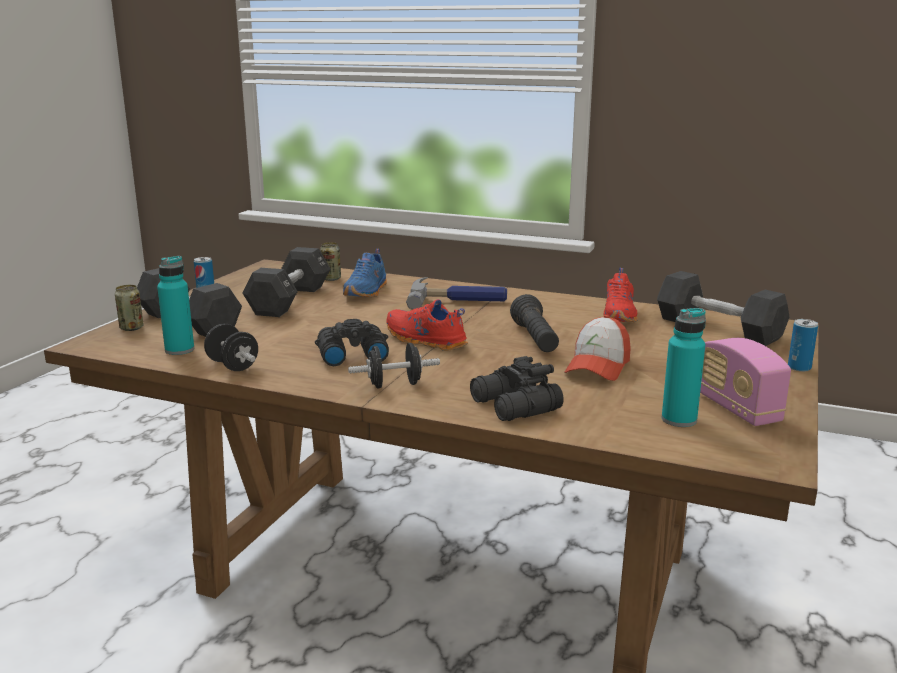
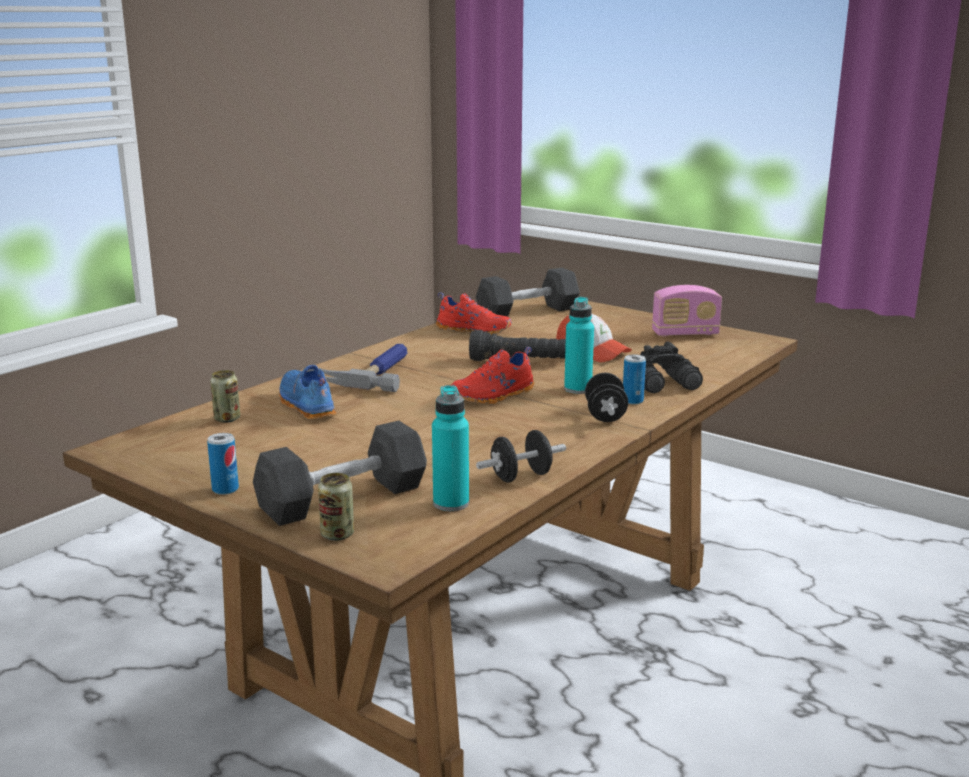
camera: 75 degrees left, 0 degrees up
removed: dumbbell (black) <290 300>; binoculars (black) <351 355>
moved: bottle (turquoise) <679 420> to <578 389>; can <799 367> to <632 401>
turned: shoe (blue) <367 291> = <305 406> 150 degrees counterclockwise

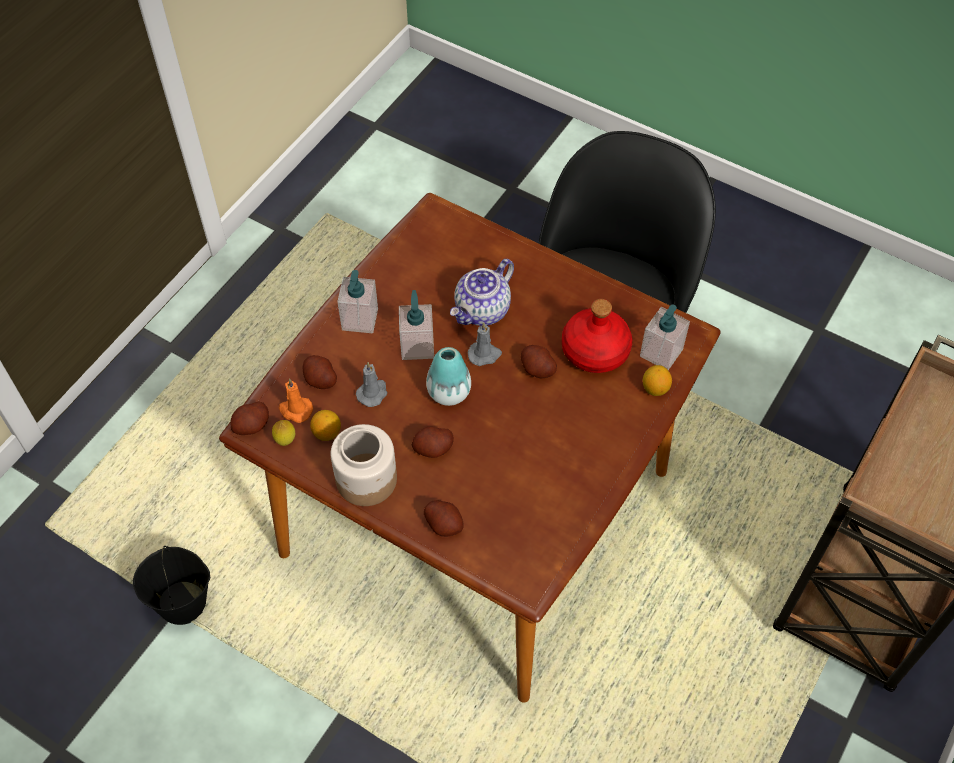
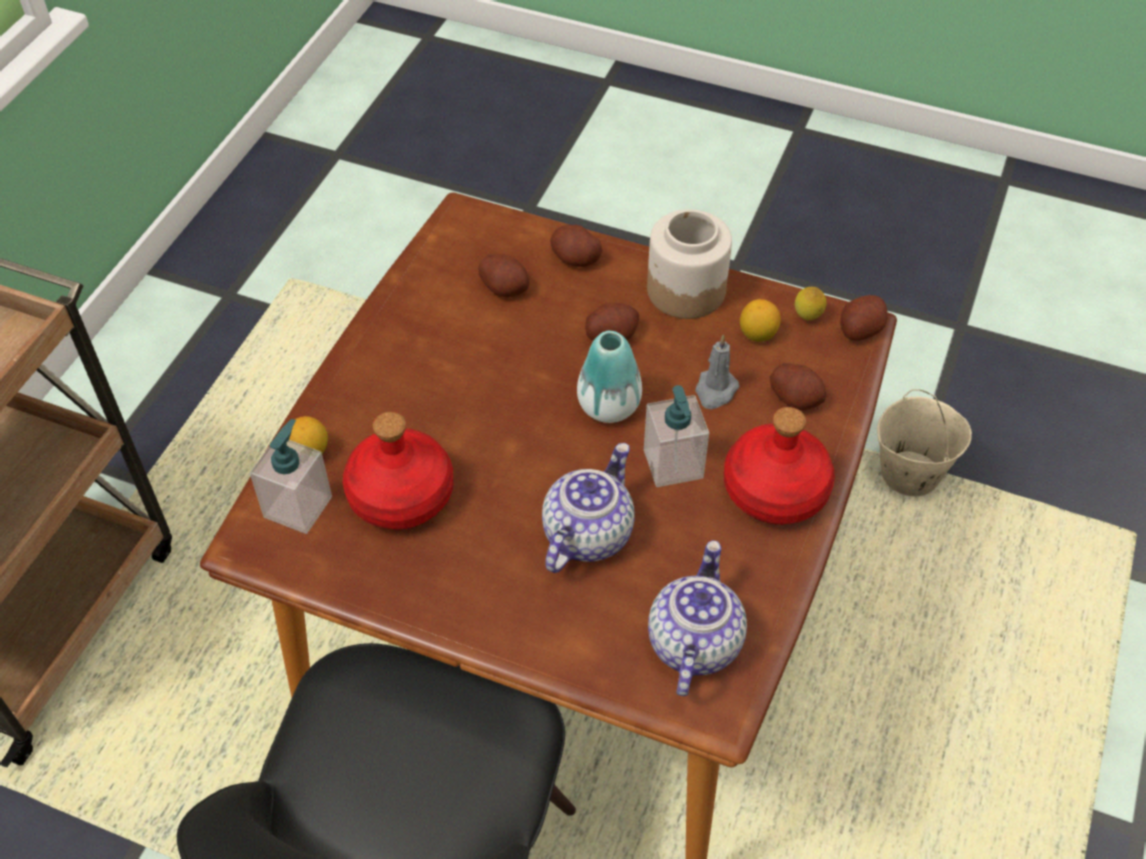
camera: 170 degrees right, 5 degrees down
removed: candle (orange) <295 410>; candle (grey) <484 354>
added: teapot <693 642>
moved: potato <537 369> to <505 287>
replaced: soap dispenser <360 319> to bottle (red) <774 491>
recoloured: bucket (black) <183 602> to bucket (beige) <908 475>

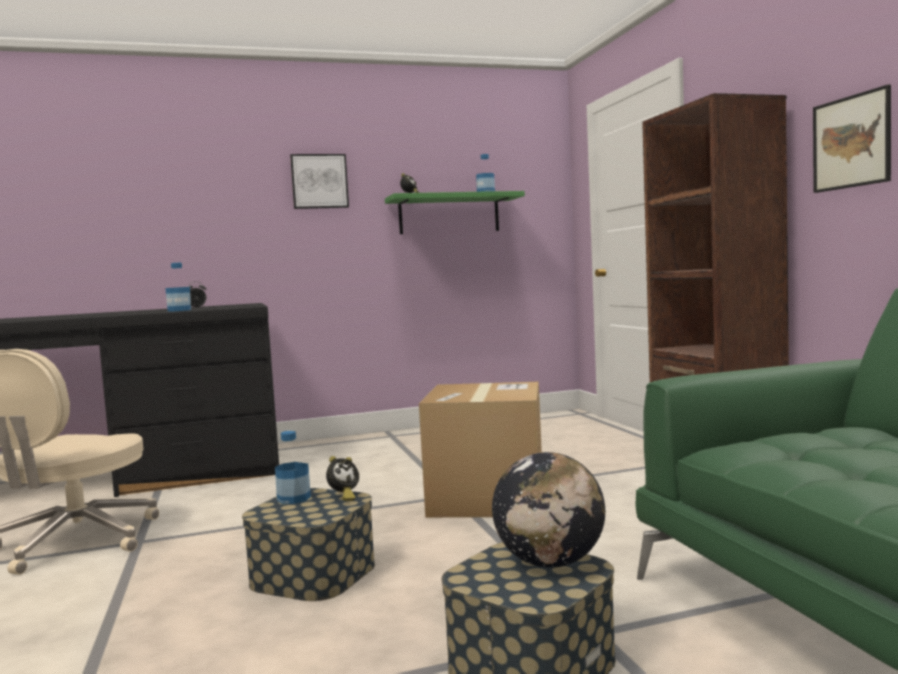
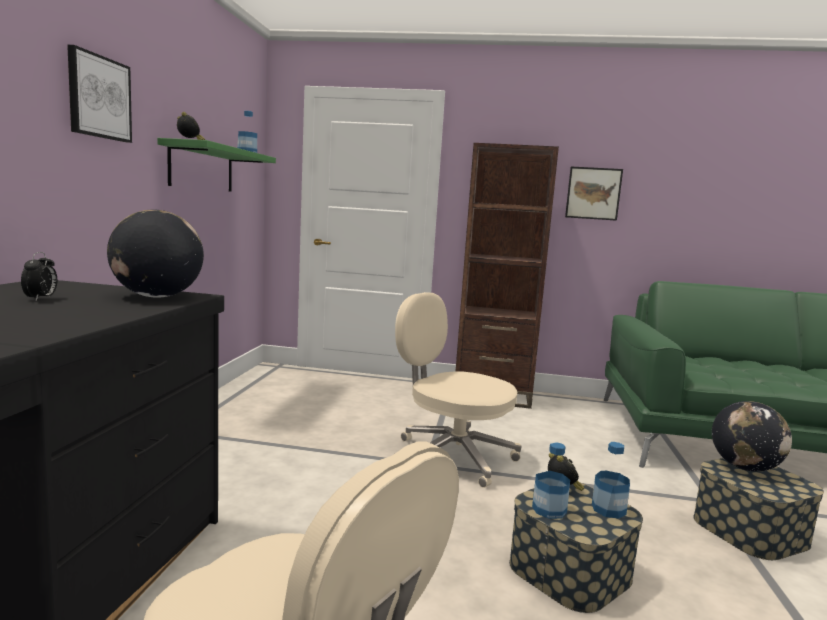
camera: 65 degrees left, 5 degrees up
added: globe <157 296>
moved: bottle <179 310> to <608 509>
replaced: cardboard box <487 498> to office chair (beige) <452 456>

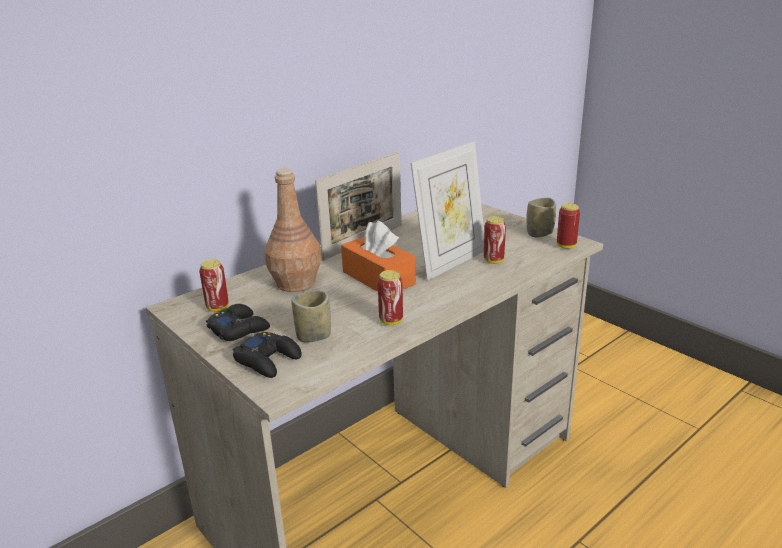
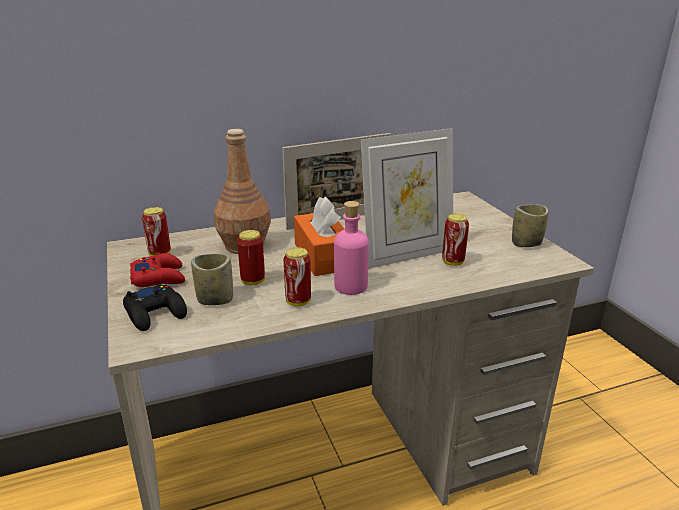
camera: 20 degrees right, 0 degrees up
added: bottle (pink) <351 286>
moved: can <566 246> to <253 281>
recoloured: game controller (black) <239 329> to game controller (red) <159 277>

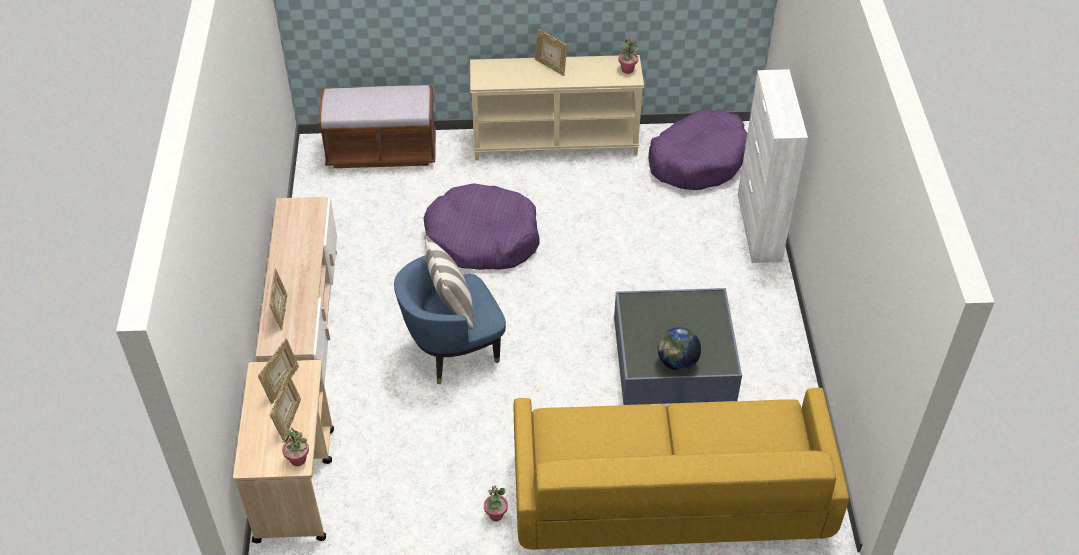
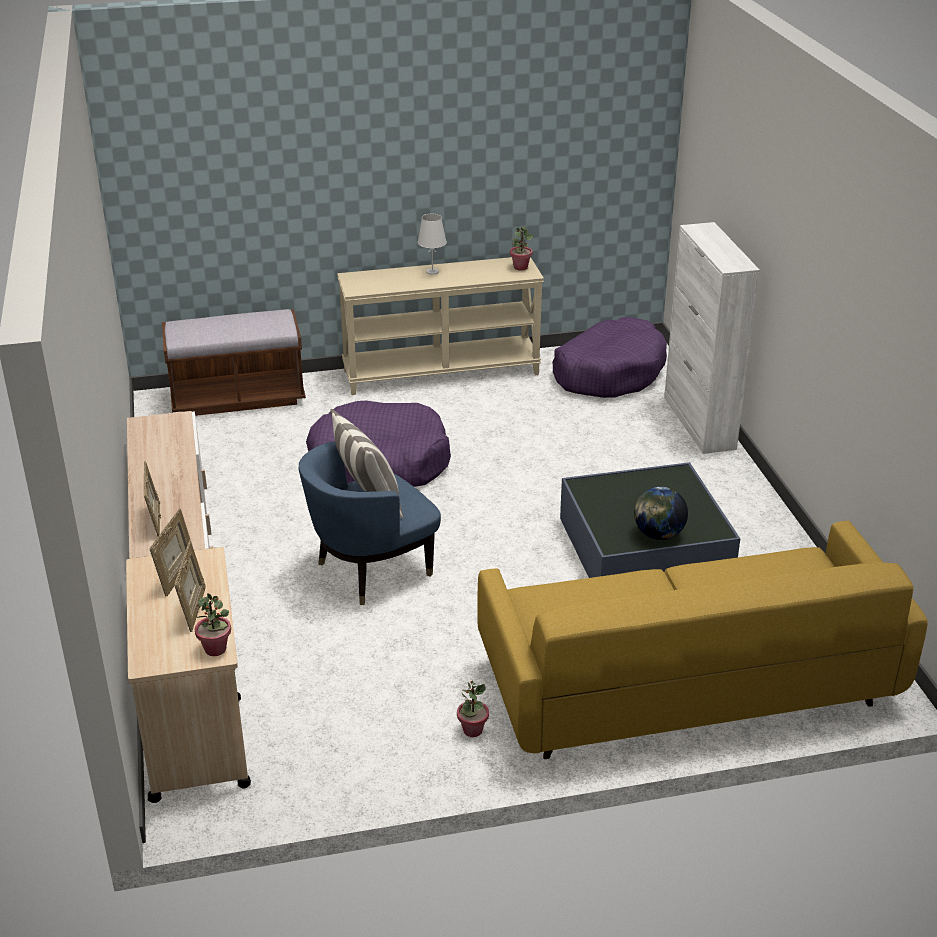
camera: 10 degrees left, 15 degrees down
replaced: picture frame <550 66> to table lamp (white) <432 271>

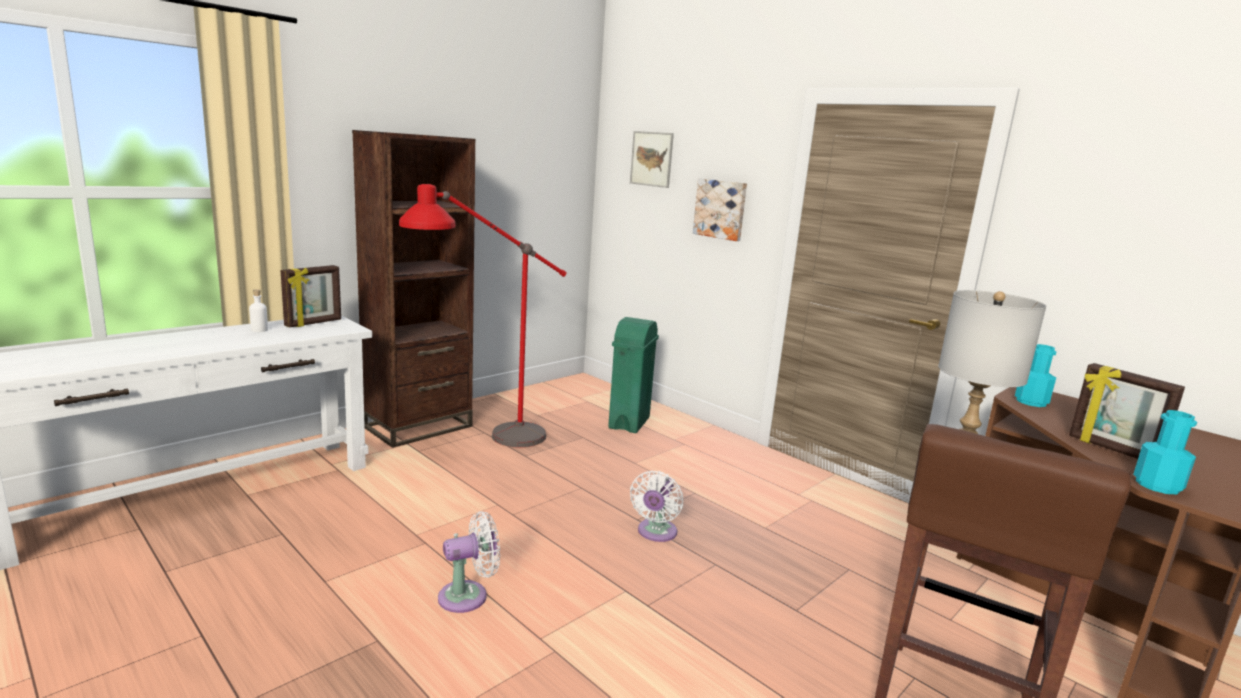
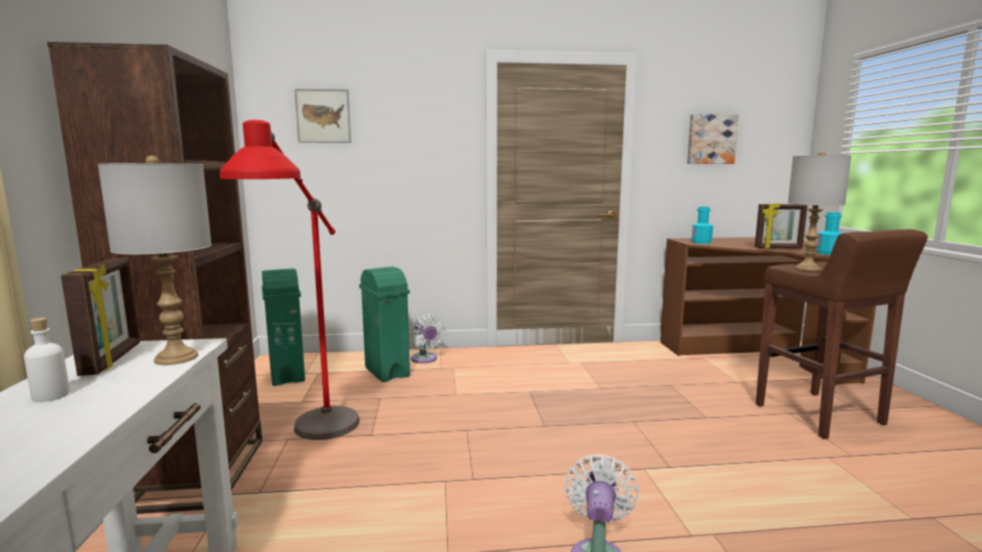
camera: 50 degrees left, 5 degrees down
added: table lamp (grey) <176 358>; trash can (green) <287 375>
moved: fan (white) <655 533> to <425 359>; picture <721 209> to <711 139>

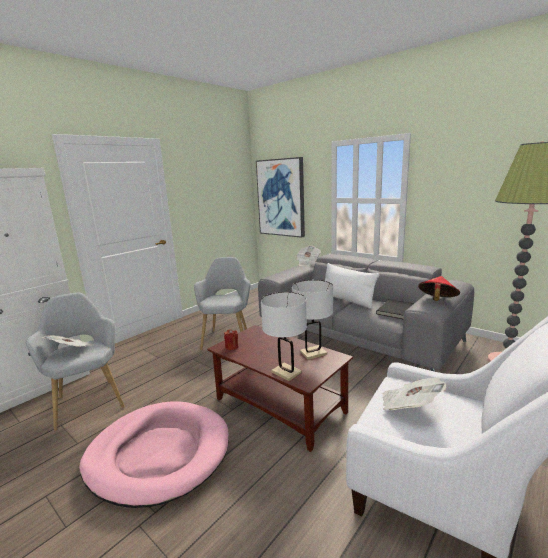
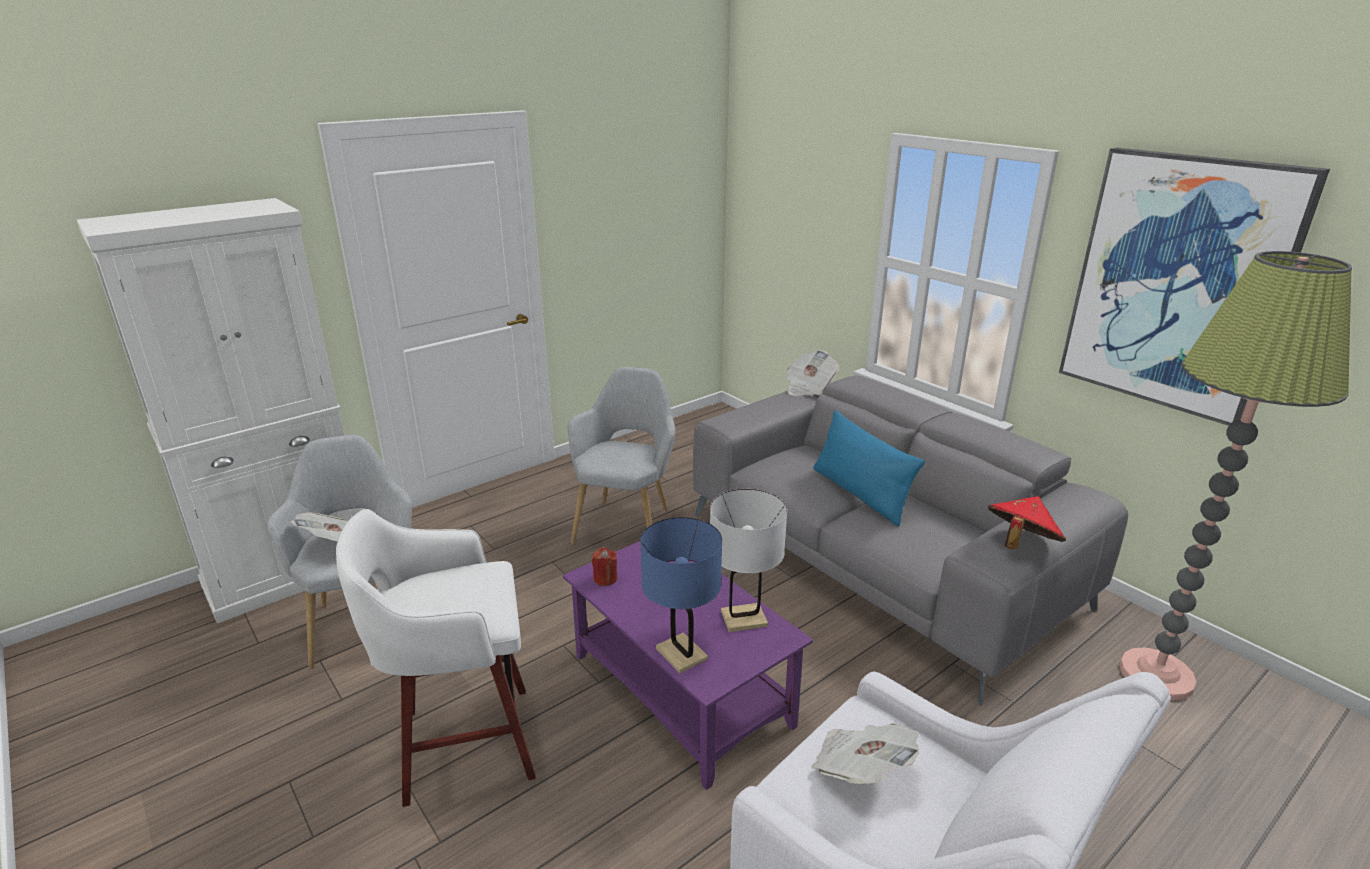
camera: 10 degrees right, 10 degrees up
removed: book (black) <396 310>
moved: picture <281 198> to <1178 284>
replaced: dog bed (pink) <159 454> to stool (white) <462 744>
recoloured: coffee table (brown) <281 406> to coffee table (purple) <683 691>; table lamp (white) <286 372> to table lamp (blue) <681 654>; pillow (white) <347 300> to pillow (blue) <860 494>

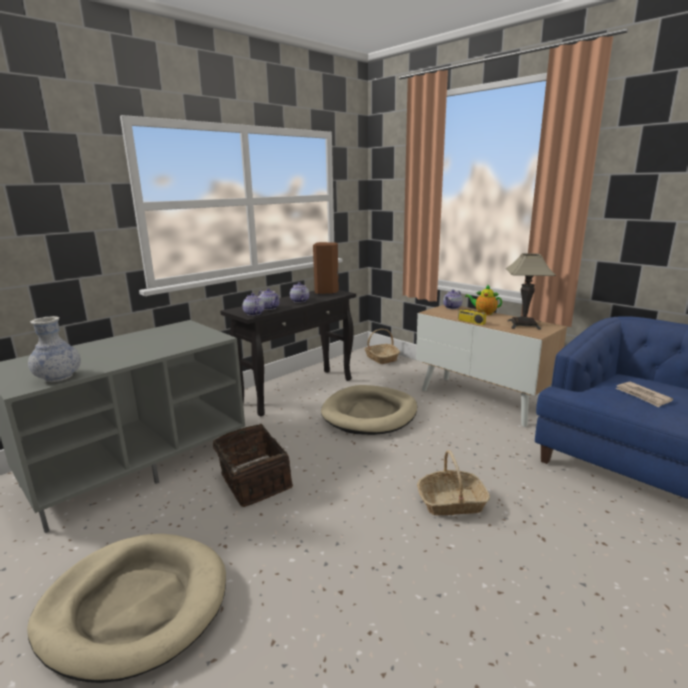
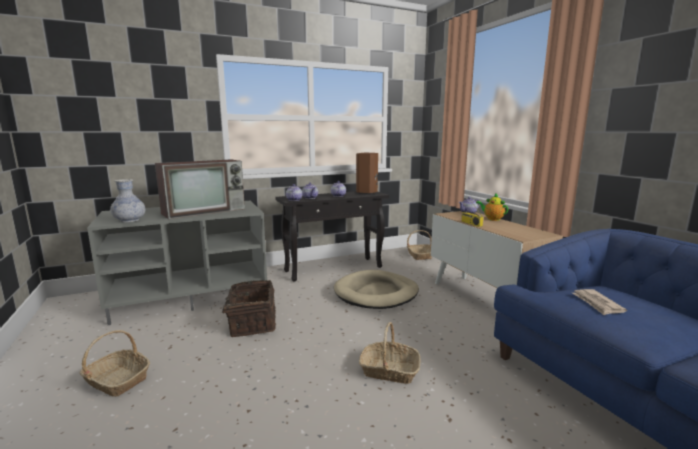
camera: 20 degrees right, 5 degrees down
removed: table lamp <523 325>
added: television <205 211>
replaced: dog bed (beige) <135 606> to basket <116 380>

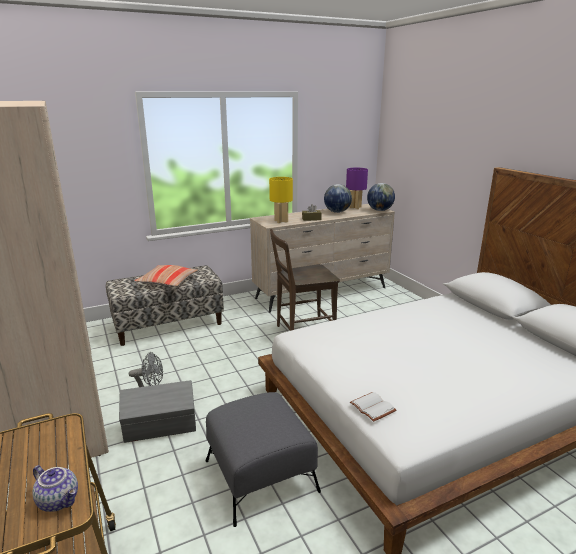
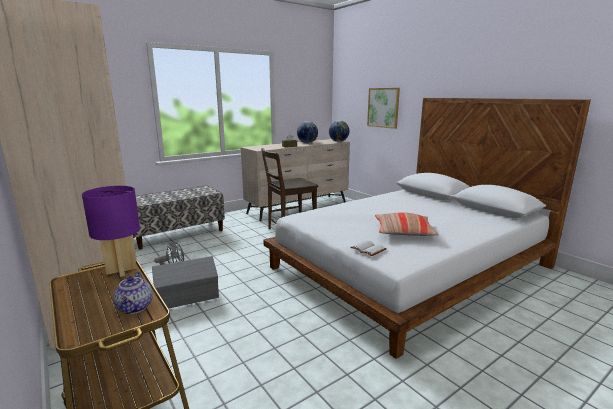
camera: 10 degrees left, 5 degrees down
removed: ottoman (grey) <260 476>; table lamp (yellow) <281 221>
added: picture <383 107>
moved: table lamp (purple) <355 207> to <122 270>; pillow <168 282> to <403 232>
turned: teapot <59 500> = <136 307> 60 degrees clockwise

